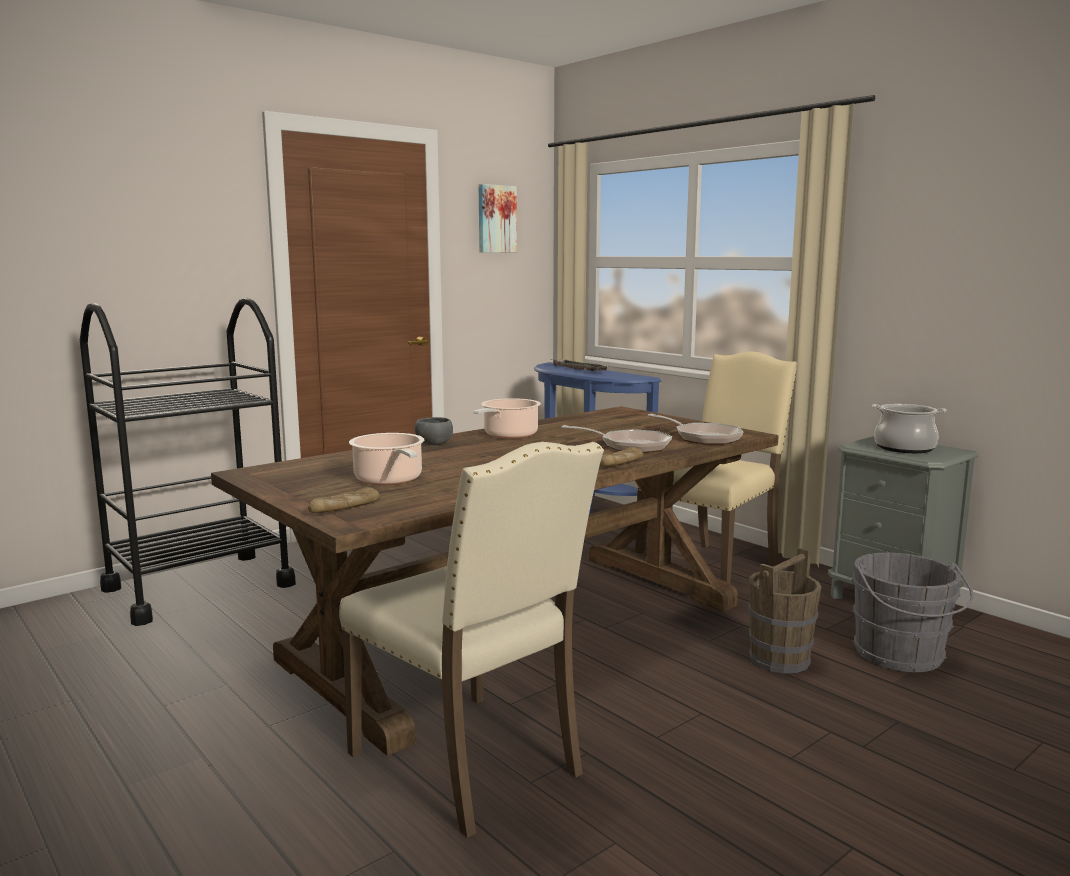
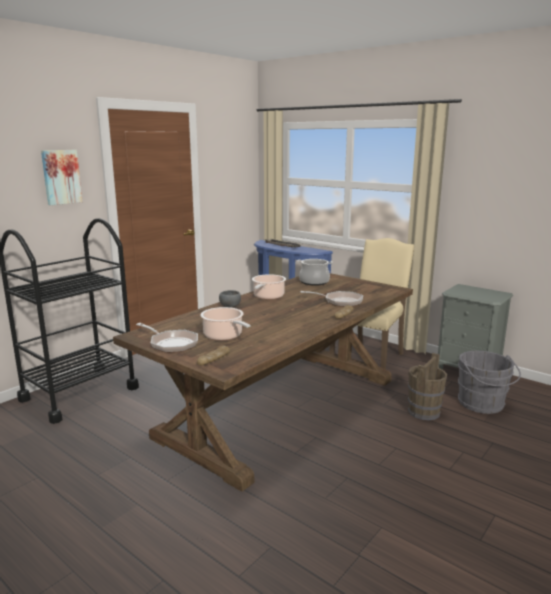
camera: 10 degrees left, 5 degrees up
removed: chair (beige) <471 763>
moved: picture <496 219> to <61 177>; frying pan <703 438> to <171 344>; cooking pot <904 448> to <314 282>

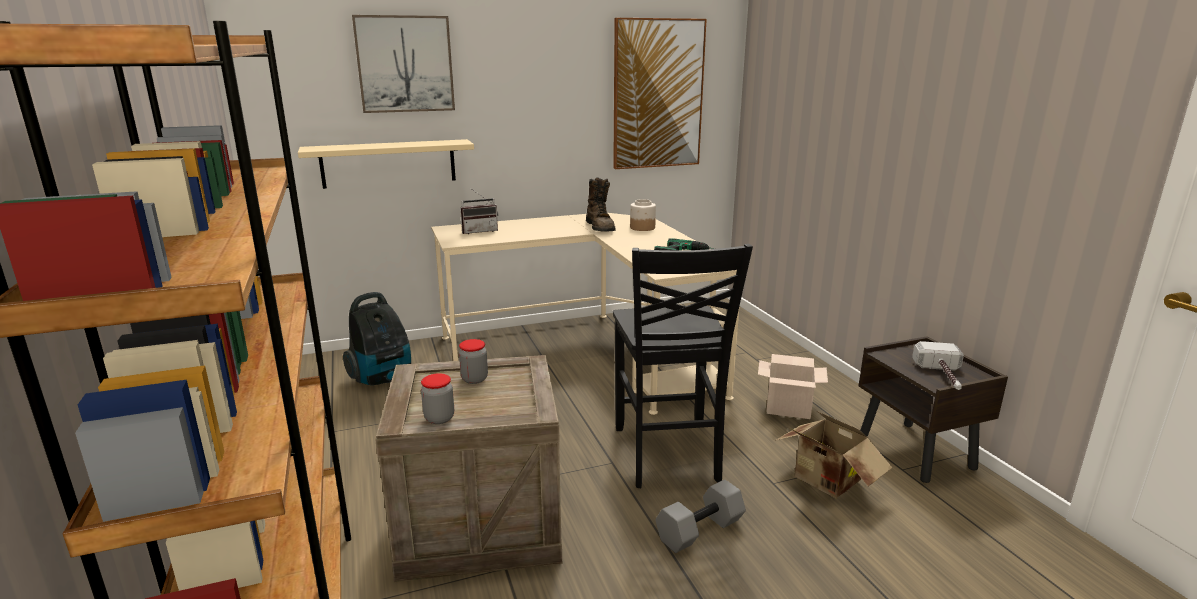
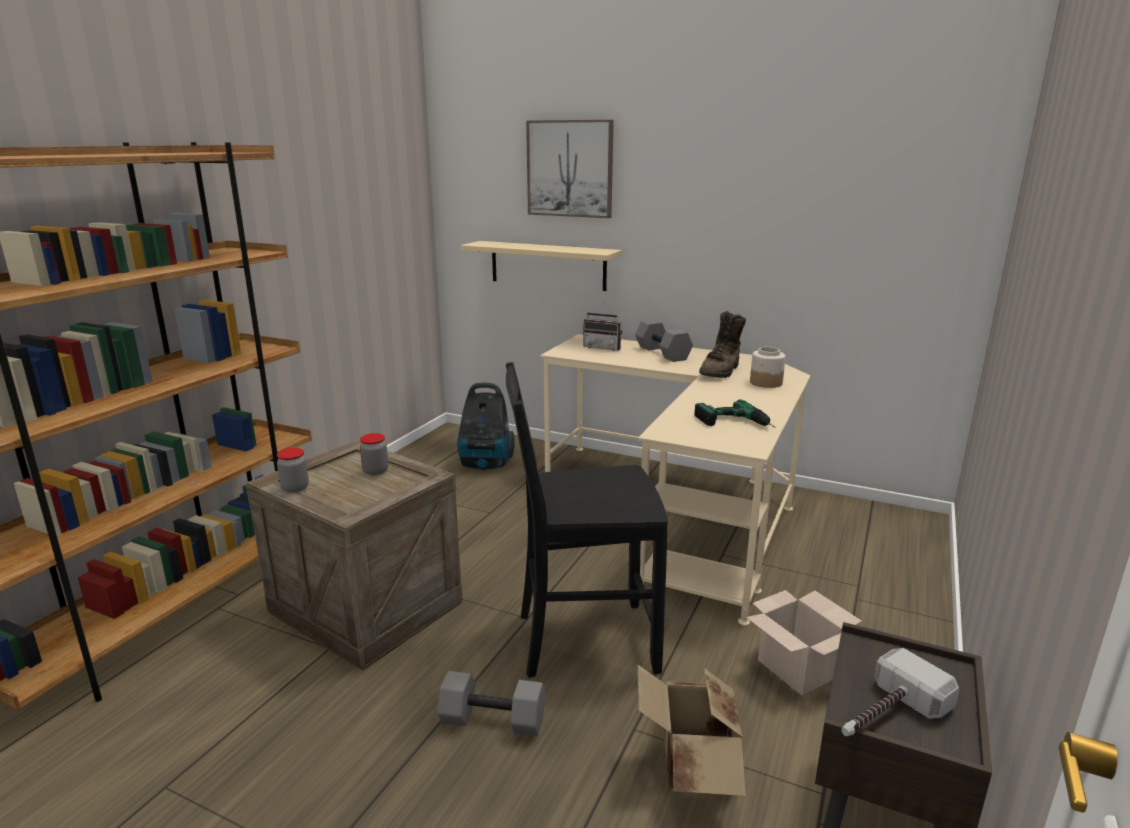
camera: 45 degrees right, 0 degrees up
removed: picture <657 94>
added: dumbbell (grey) <663 353>
turned: chair (black) <667 455> = <583 640> 45 degrees clockwise

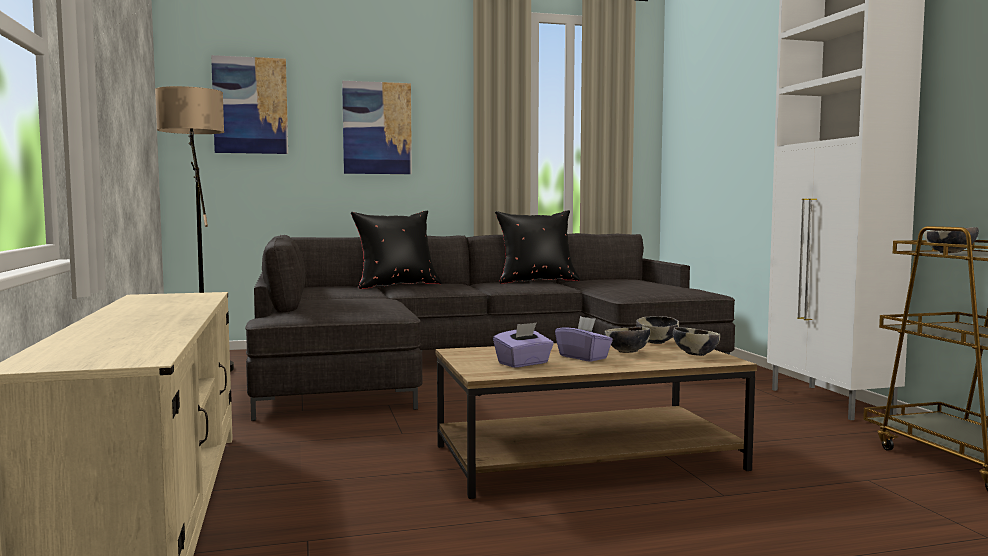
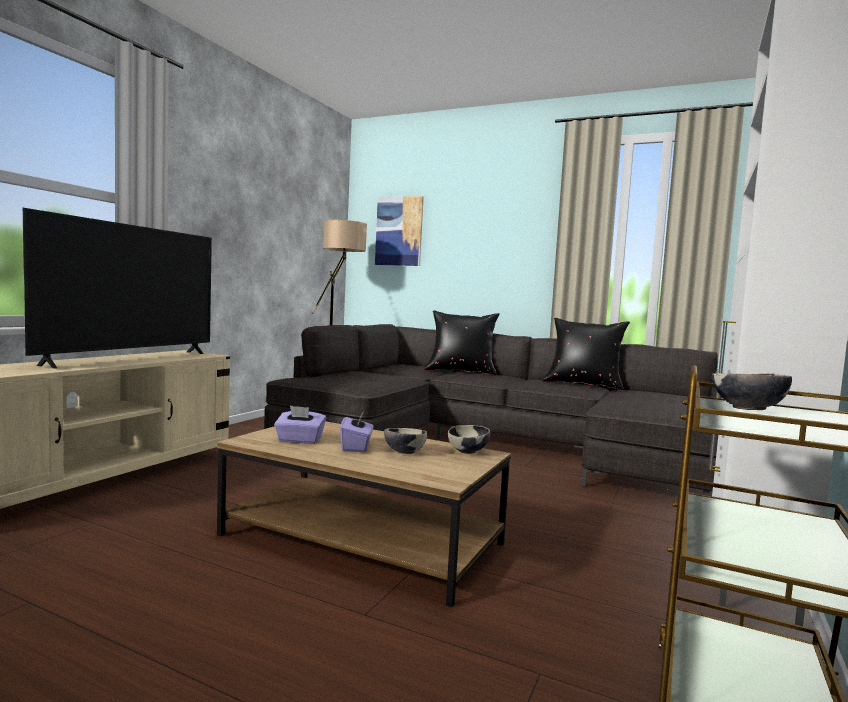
camera: 40 degrees right, 0 degrees up
removed: picture <377 128>; bowl <695 354>
added: television <131 359>

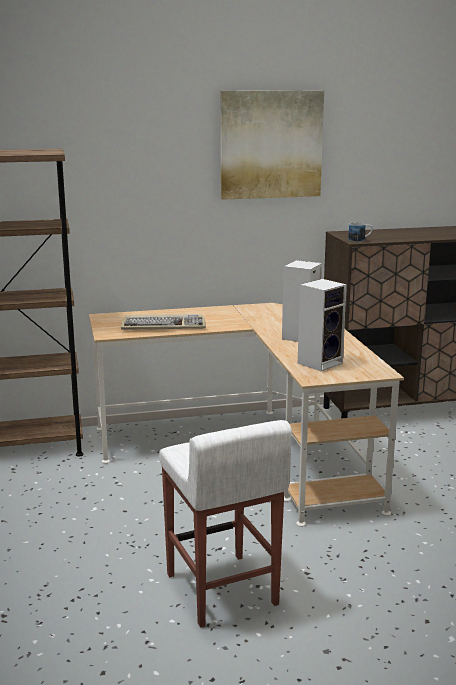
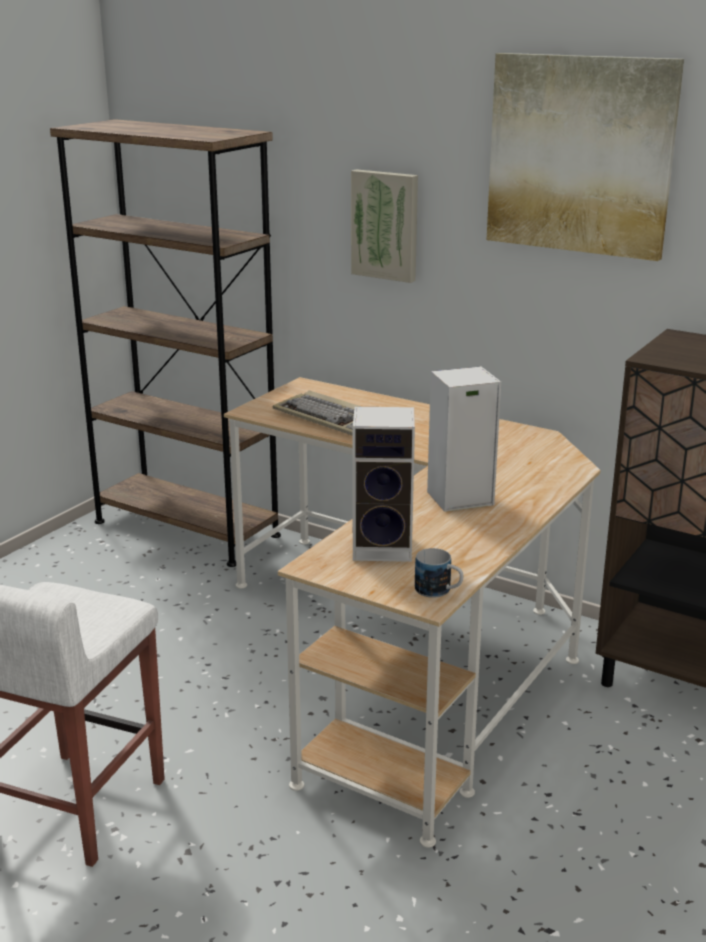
camera: 45 degrees right, 5 degrees up
added: picture <386 225>
moved: mug <360 240> to <439 591>

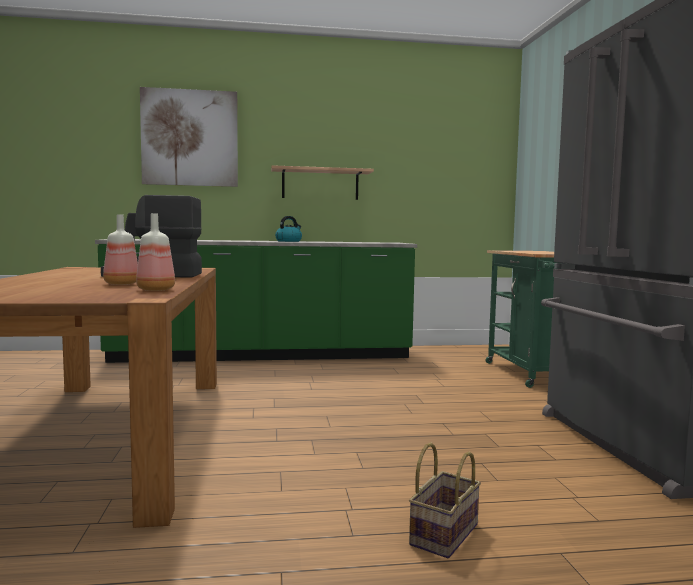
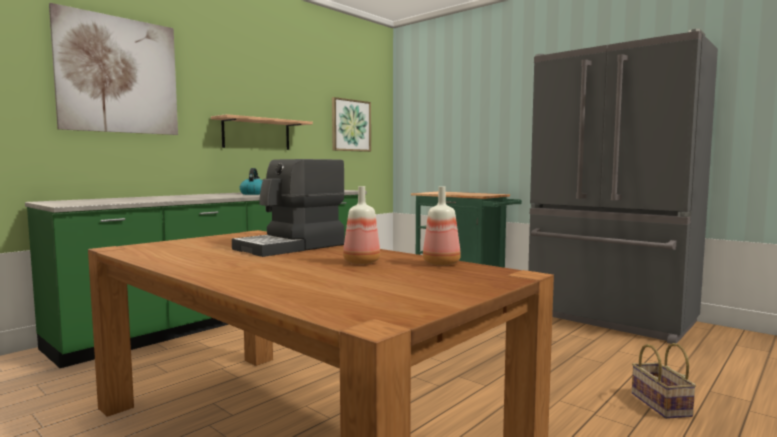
camera: 40 degrees left, 0 degrees up
added: picture <350 125>

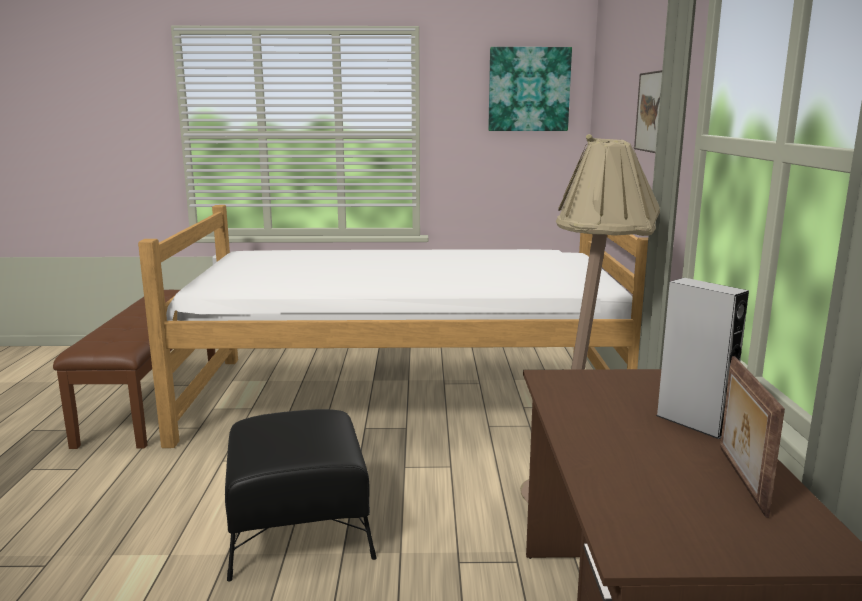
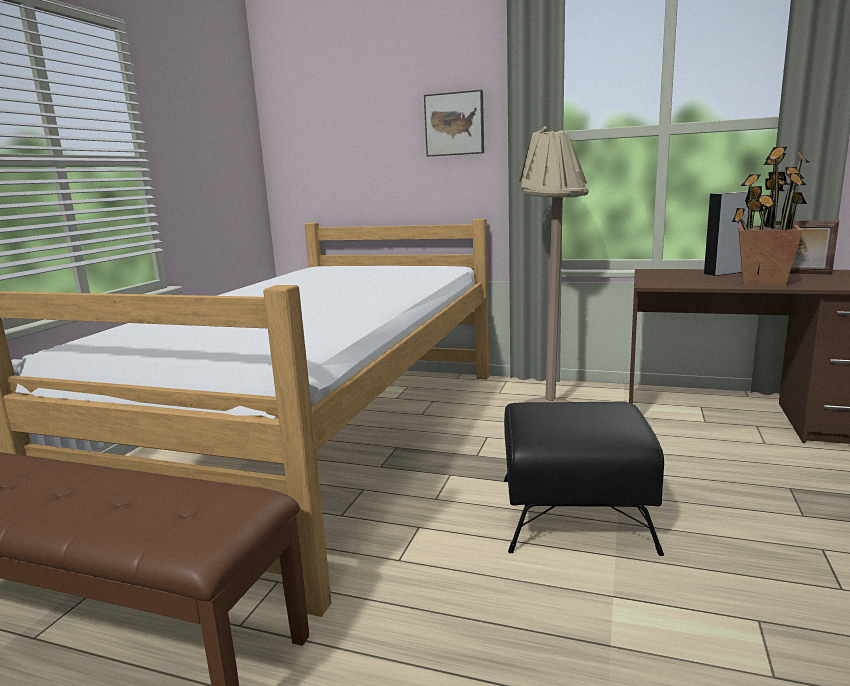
camera: 70 degrees left, 0 degrees up
removed: picture <529 89>
added: potted plant <762 282>

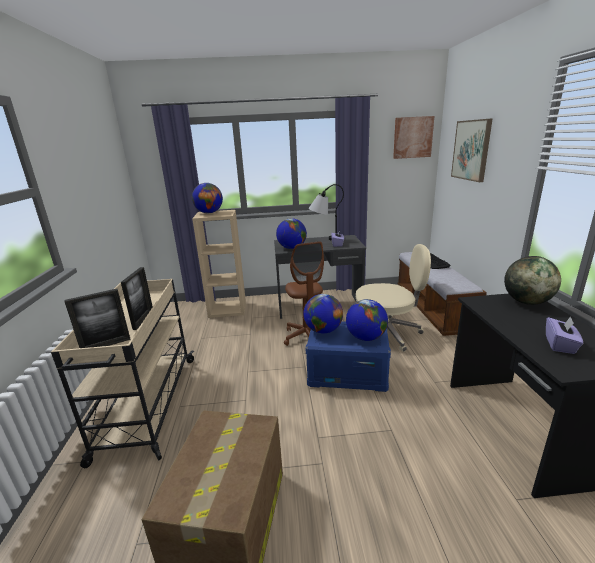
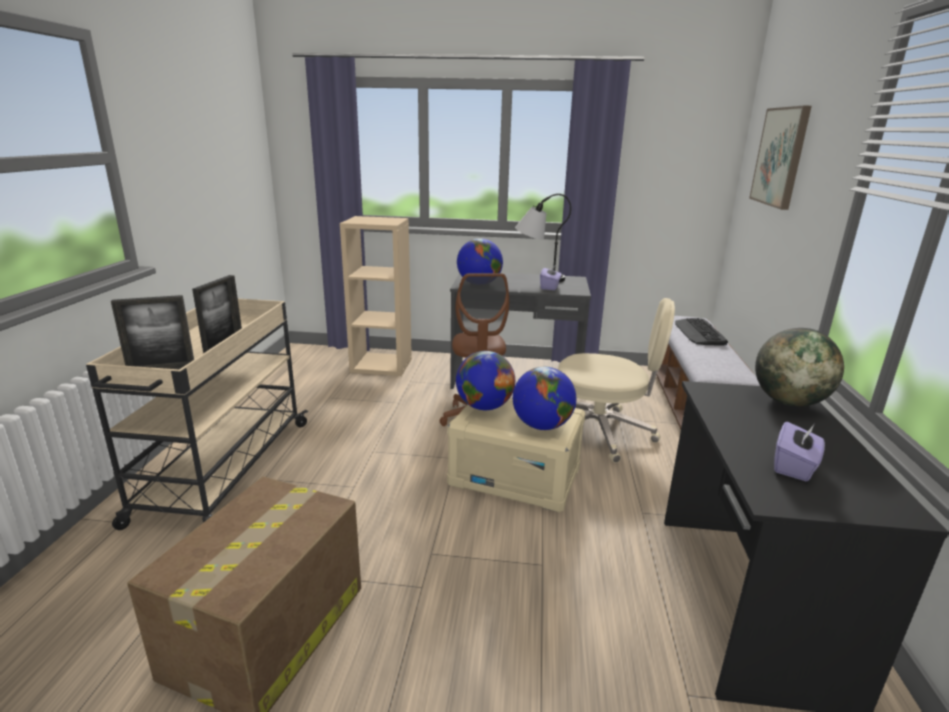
camera: 10 degrees right, 0 degrees up
removed: globe <209 213>; picture <412 137>
recoloured: storage box (blue) <348 372> to storage box (beige) <515 477>

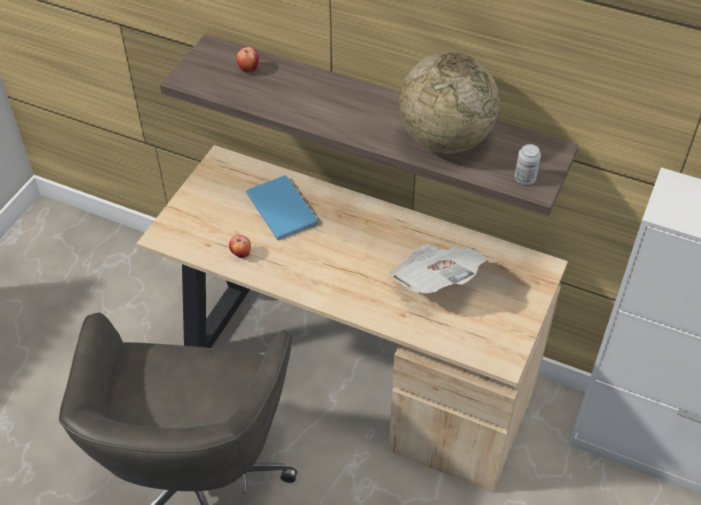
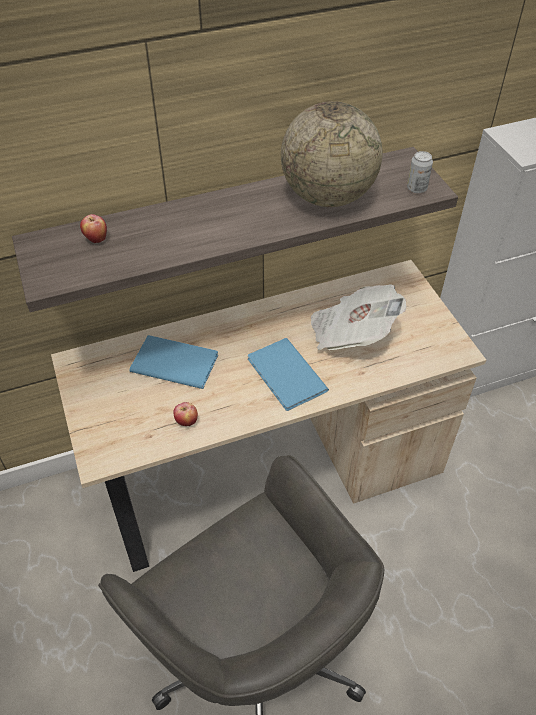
camera: 45 degrees left, 0 degrees up
added: book (blue) <286 377>

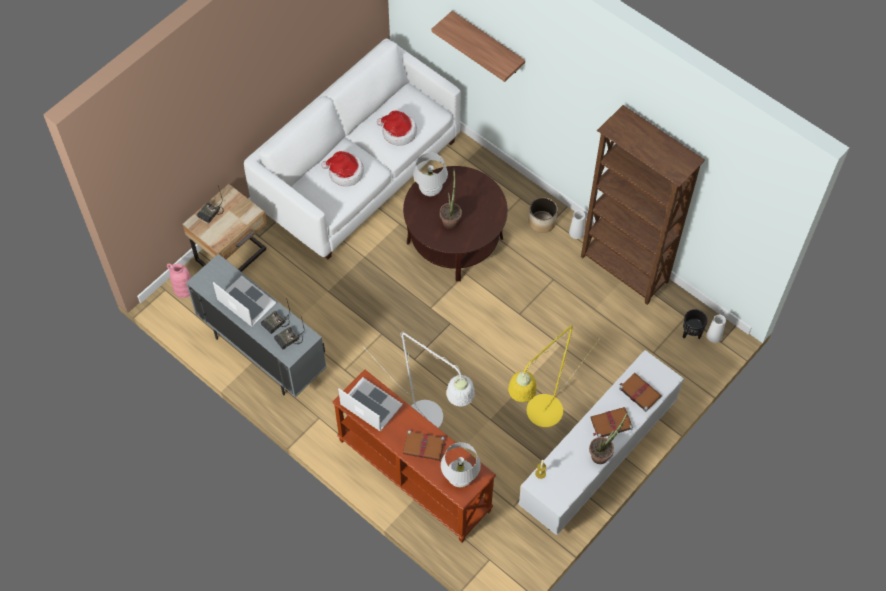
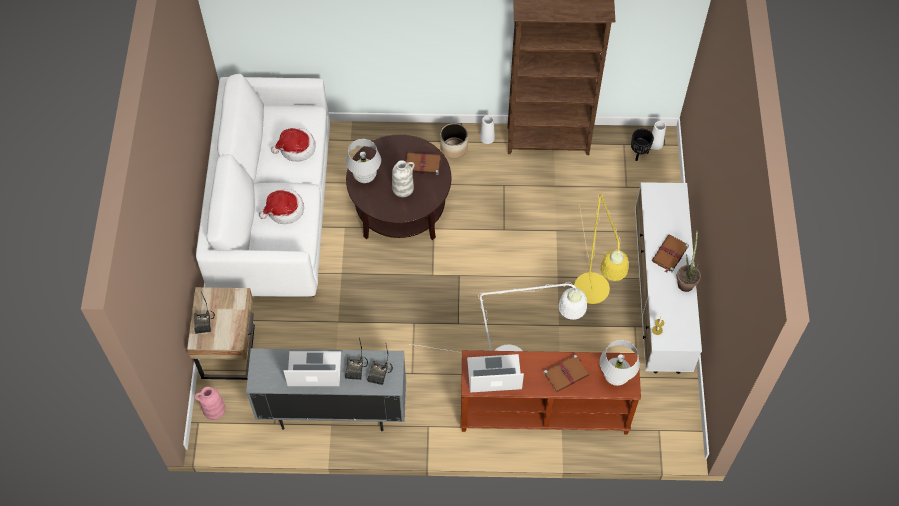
camera: 40 degrees left, 0 degrees up
removed: shelf <488 44>
moved: book (brown) <639 392> to <422 164>
replaced: potted plant <450 219> to vase (white) <403 188>

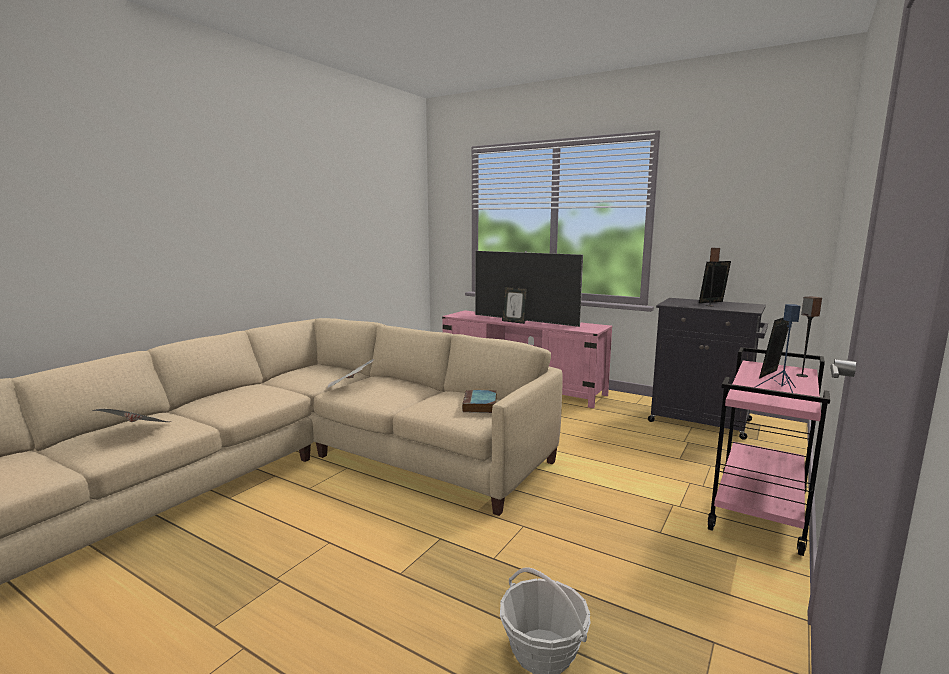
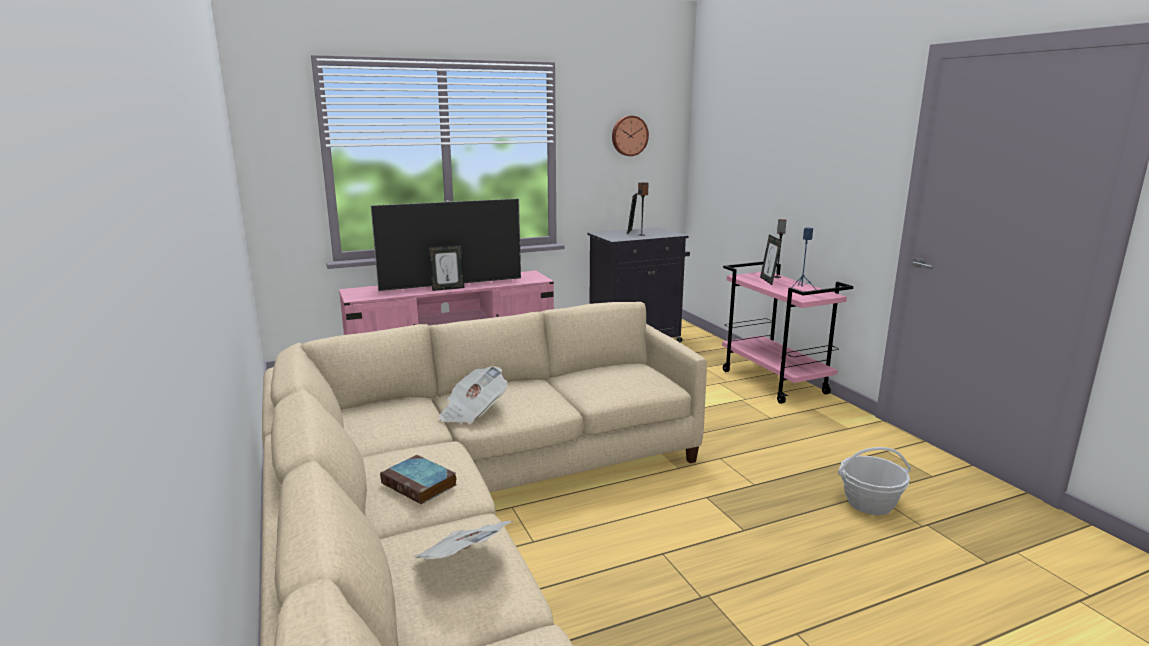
camera: 55 degrees left, 5 degrees up
added: wall clock <629 135>
moved: book <480 405> to <420 484>

